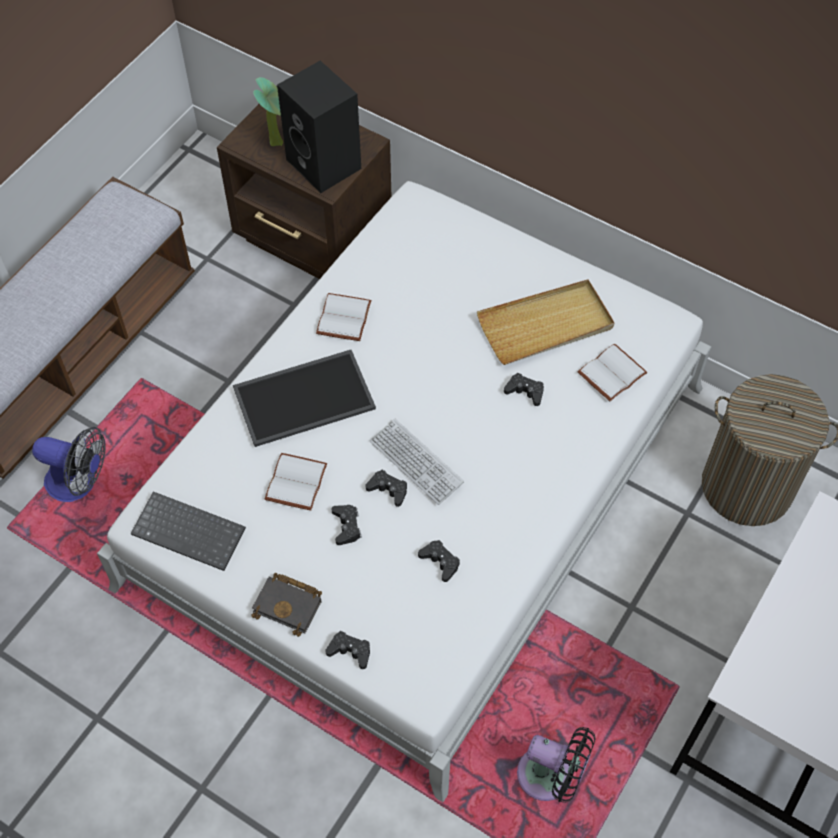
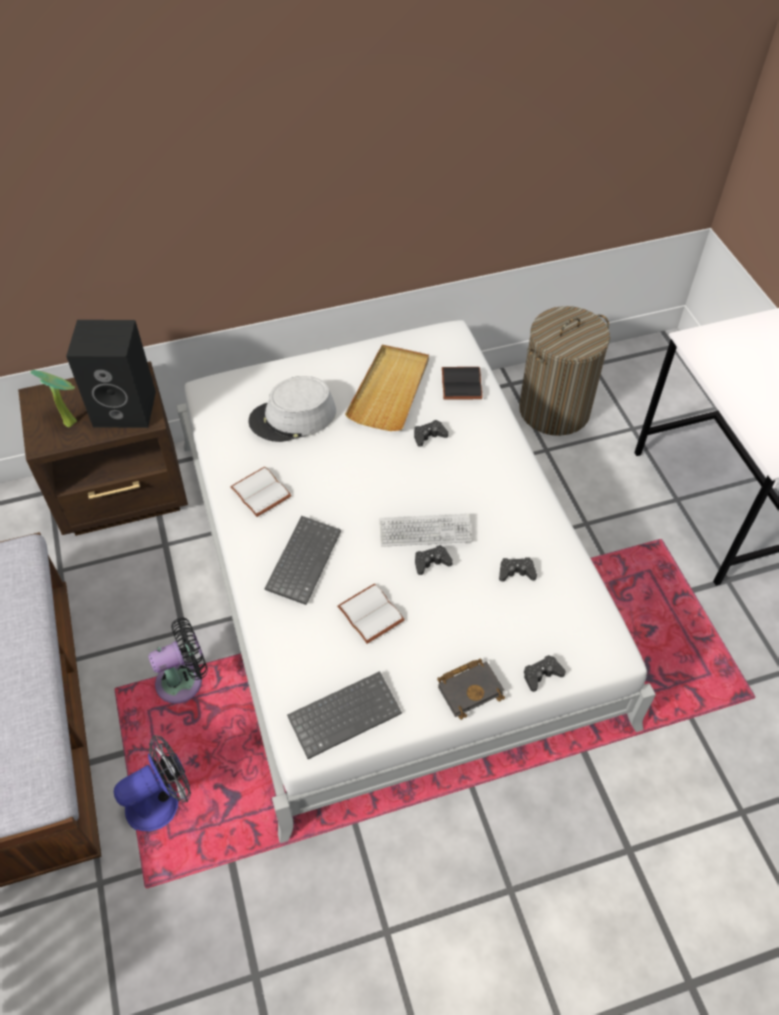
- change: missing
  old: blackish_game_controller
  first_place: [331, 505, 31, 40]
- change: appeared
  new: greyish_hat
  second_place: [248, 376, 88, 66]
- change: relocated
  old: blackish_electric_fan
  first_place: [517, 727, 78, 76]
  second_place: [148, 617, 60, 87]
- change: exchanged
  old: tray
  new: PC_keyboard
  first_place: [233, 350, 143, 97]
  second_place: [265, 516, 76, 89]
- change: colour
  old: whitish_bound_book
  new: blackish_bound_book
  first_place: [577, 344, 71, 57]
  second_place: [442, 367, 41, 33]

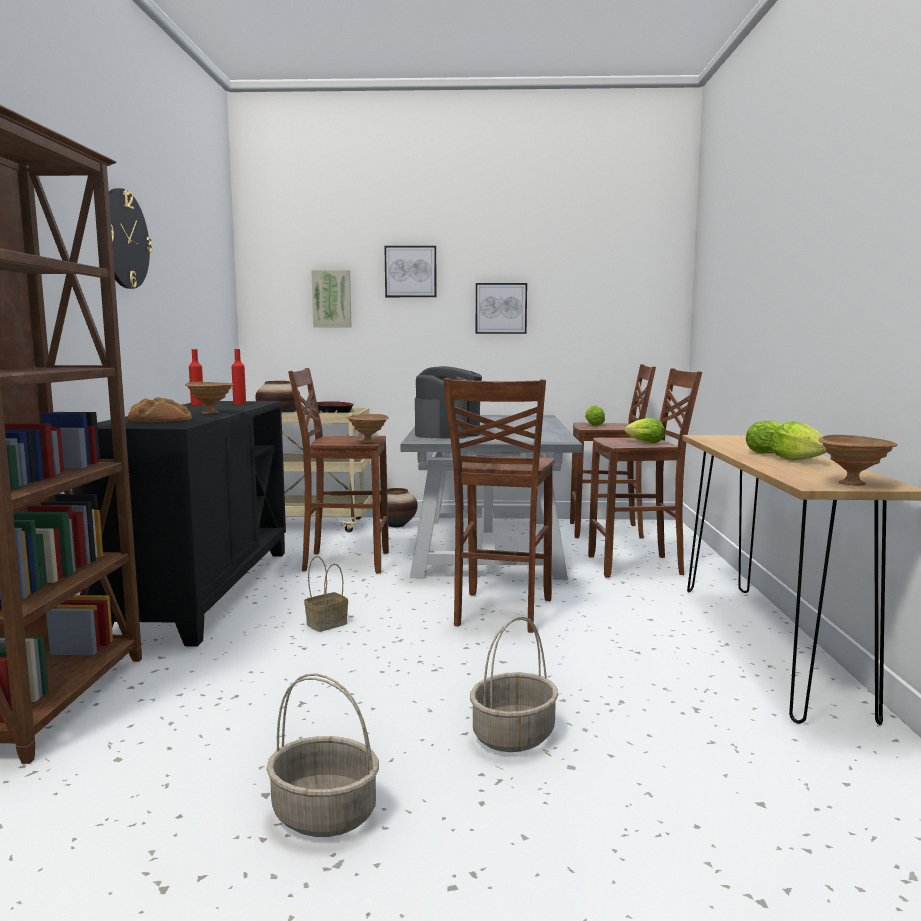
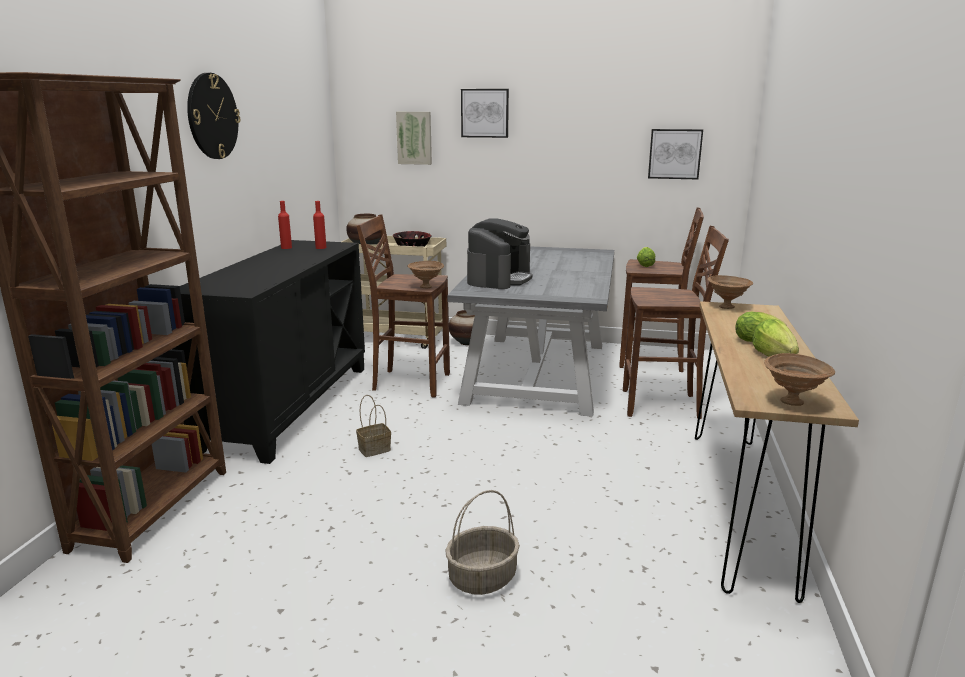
- change: missing
  old: bakery_bread
  first_place: [128, 397, 64, 25]
- change: missing
  old: storage_basket
  first_place: [266, 673, 113, 164]
- change: missing
  old: brown_sitting_stool
  first_place: [443, 378, 112, 255]
- change: missing
  old: lettuce
  first_place: [624, 418, 41, 26]
- change: relocated
  old: brown_serving_bowl
  first_place: [185, 382, 49, 32]
  second_place: [708, 275, 45, 34]
- change: relocated
  old: picture
  first_place: [476, 283, 51, 51]
  second_place: [648, 129, 55, 50]

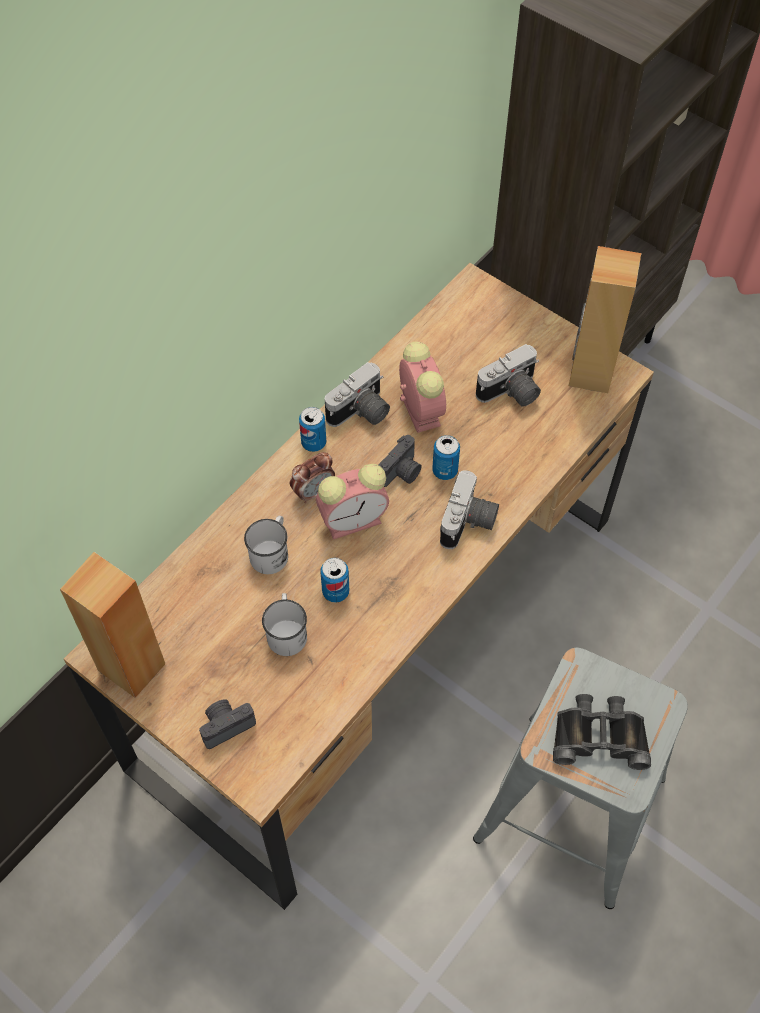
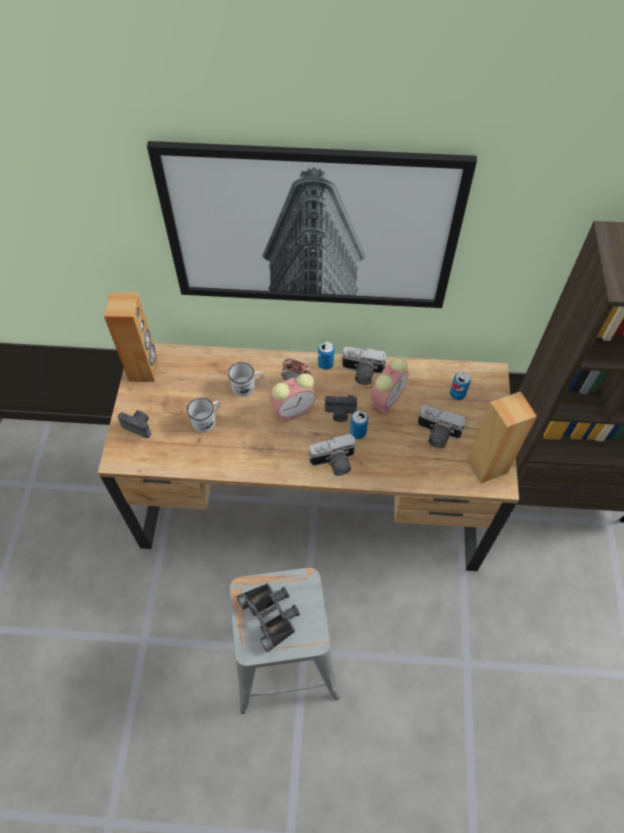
- change: appeared
  new: picture
  second_place: [147, 141, 330, 167]
- change: relocated
  old: sealed_can
  first_place: [320, 558, 29, 45]
  second_place: [450, 372, 21, 28]
- change: spun
  old: alarm_clock
  first_place: [316, 464, 73, 76]
  second_place: [270, 373, 46, 50]
  degrees: -60

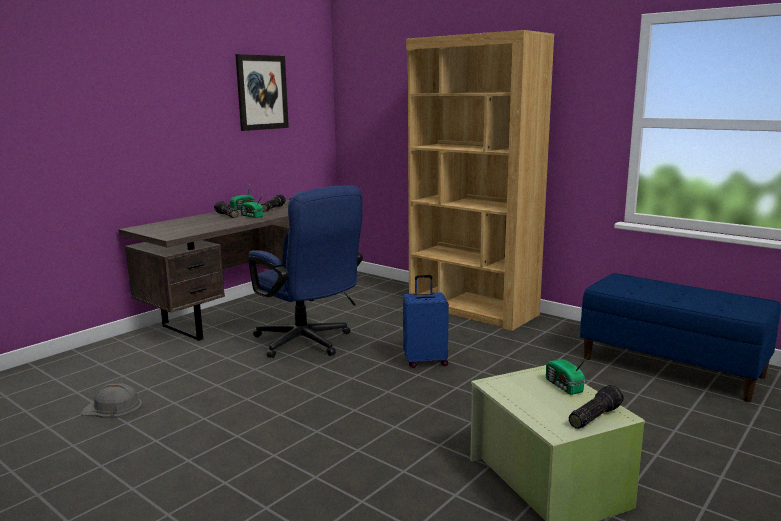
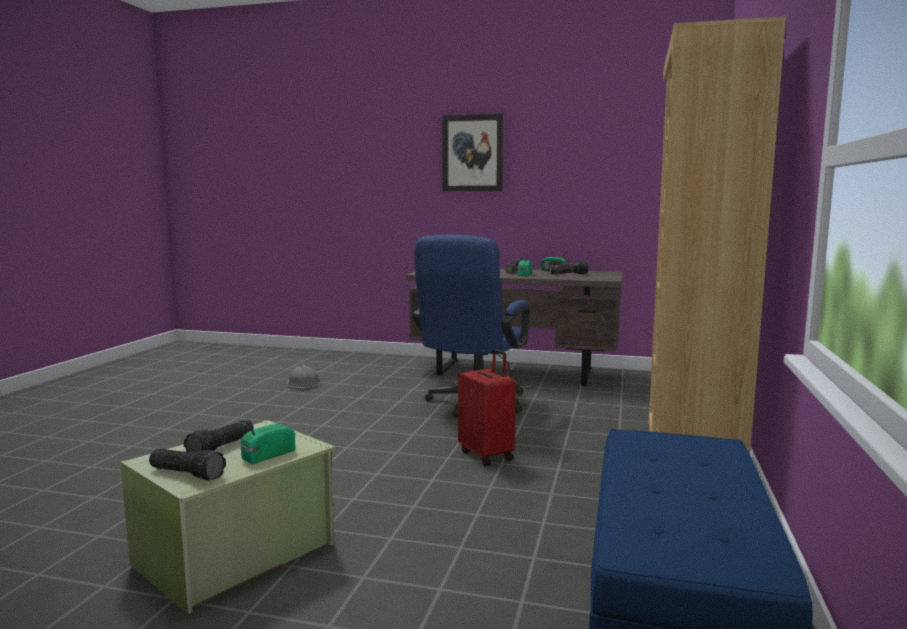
- change: appeared
  new: flashlight
  second_place: [184, 420, 70, 33]
- change: relocated
  old: picture
  first_place: [235, 54, 54, 77]
  second_place: [442, 114, 62, 77]
- change: colour
  old: bluish_piece_of_luggage
  new: red_piece_of_luggage
  first_place: [403, 275, 46, 93]
  second_place: [458, 349, 58, 117]

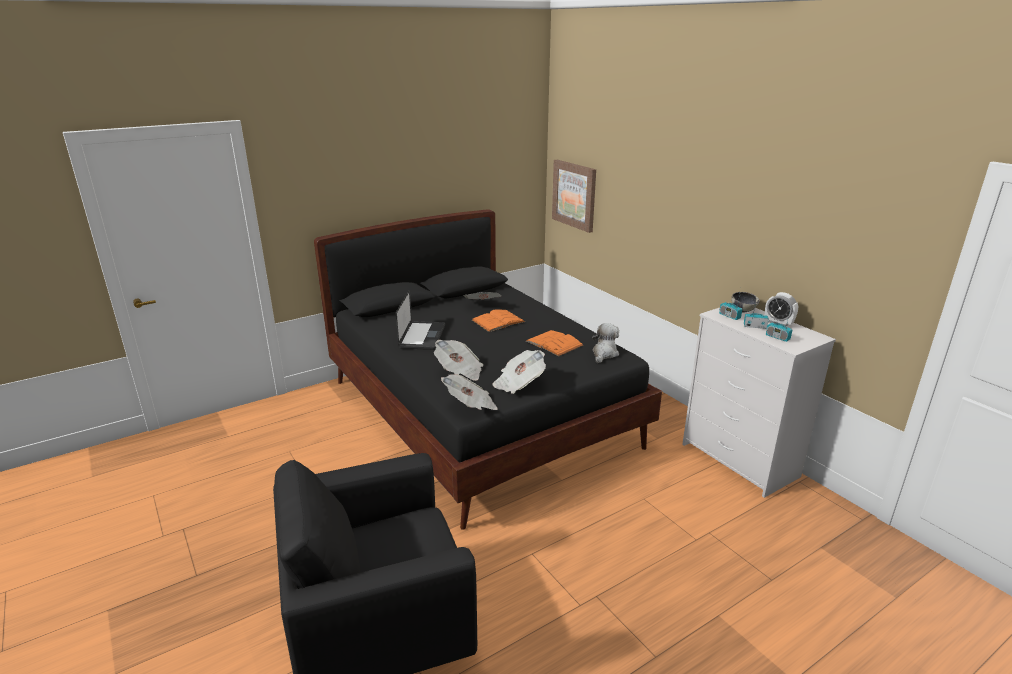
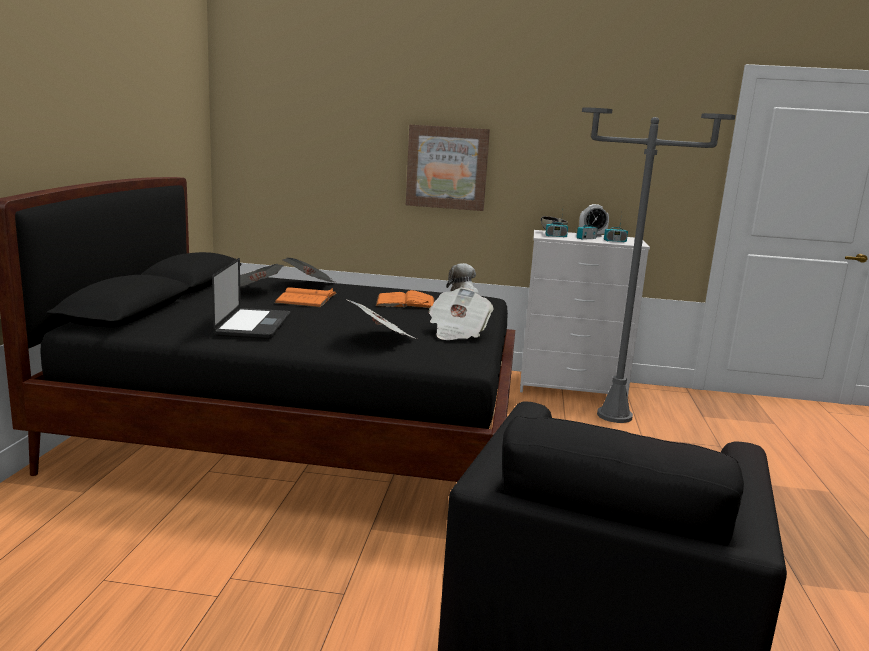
- change: appeared
  new: greyish_standard_lamp
  second_place: [582, 107, 153, 316]
- change: relocated
  old: newspaper
  first_place: [441, 374, 57, 36]
  second_place: [282, 258, 53, 24]
- change: relocated
  old: picture
  first_place: [552, 160, 44, 73]
  second_place: [406, 124, 84, 87]
- change: spun
  old: portable_computer
  first_place: [396, 290, 49, 60]
  second_place: [212, 258, 79, 81]
  degrees: 45

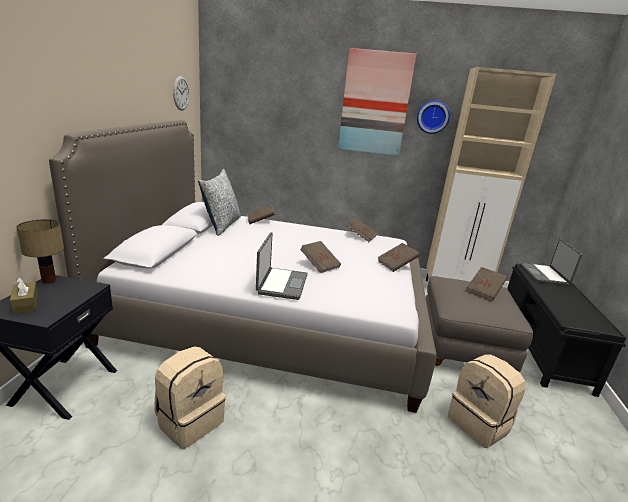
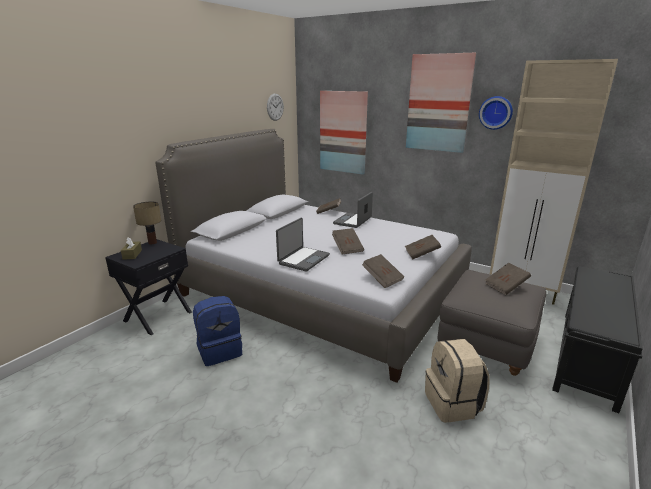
- change: missing
  old: cushion
  first_place: [198, 169, 43, 67]
- change: appeared
  new: picture
  second_place: [320, 91, 48, 84]
- change: relocated
  old: brown_bound_book
  first_place: [347, 218, 30, 24]
  second_place: [362, 254, 42, 34]
- change: relocated
  old: portable_computer
  first_place: [520, 239, 62, 47]
  second_place: [333, 192, 40, 36]
- change: colour
  old: beige-coloured_rucksack
  new: bluish_rucksack
  first_place: [155, 346, 71, 103]
  second_place: [193, 296, 49, 70]

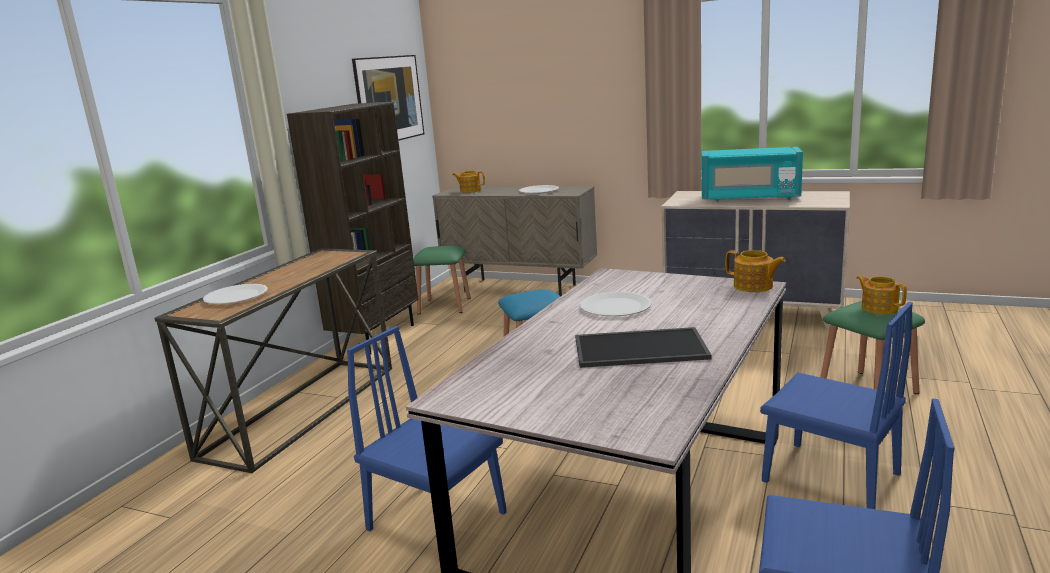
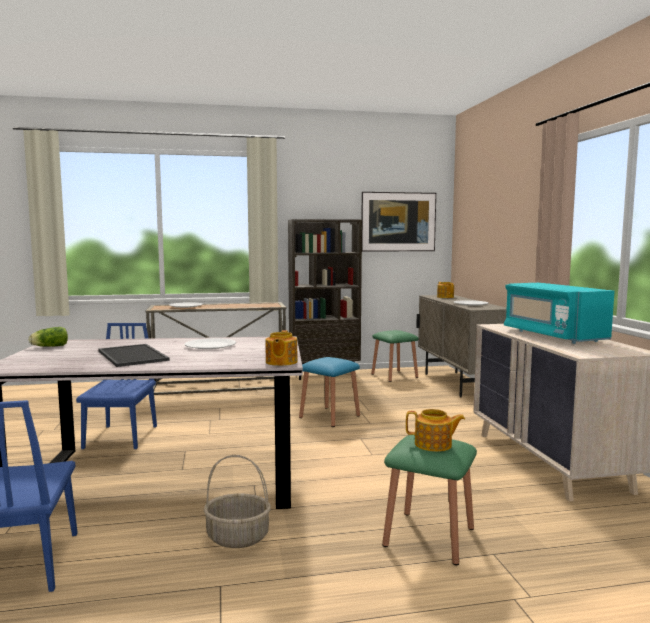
- change: appeared
  new: lettuce
  second_place: [29, 327, 39, 20]
- change: exchanged
  old: bluish_chair
  new: storage_basket
  first_place: [760, 302, 153, 207]
  second_place: [203, 455, 68, 93]
- change: spun
  old: pot_for_tea
  first_place: [856, 275, 51, 39]
  second_place: [406, 409, 59, 43]
  degrees: 75

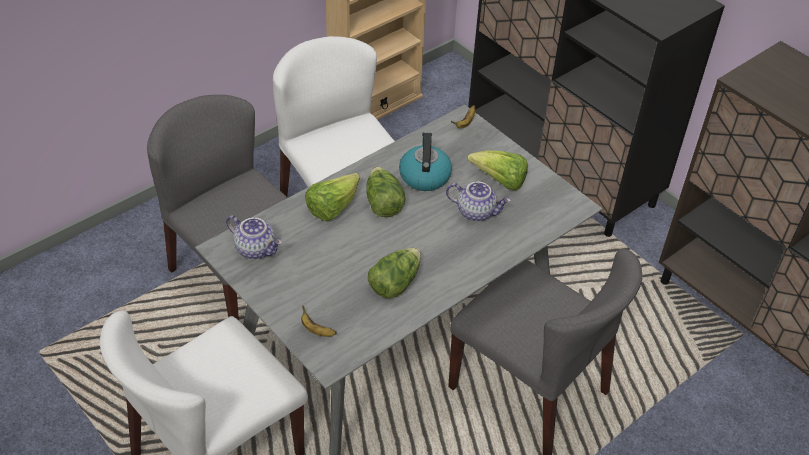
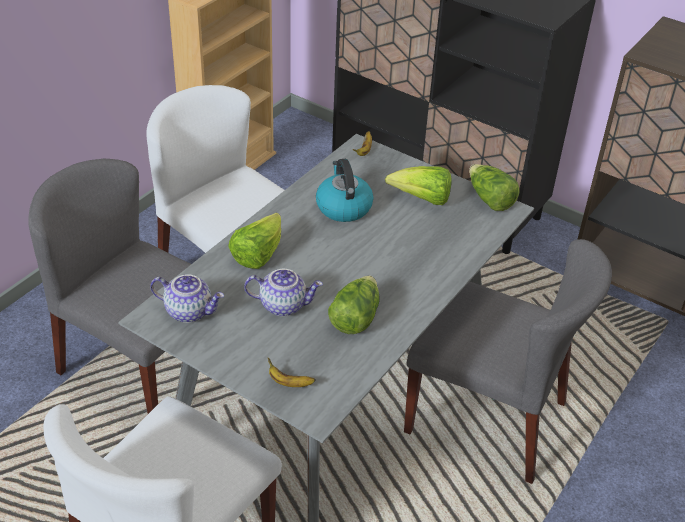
- change: relocated
  old: lettuce
  first_place: [366, 166, 39, 51]
  second_place: [469, 164, 51, 47]
- change: relocated
  old: pot_for_tea
  first_place: [446, 182, 65, 40]
  second_place: [244, 269, 79, 47]

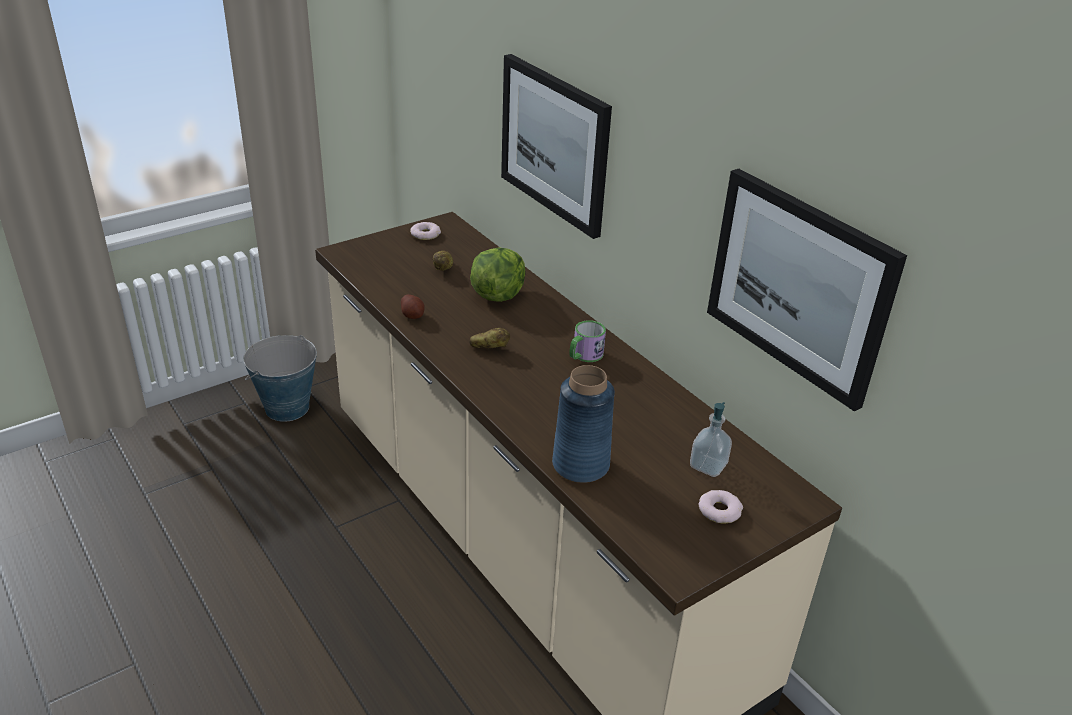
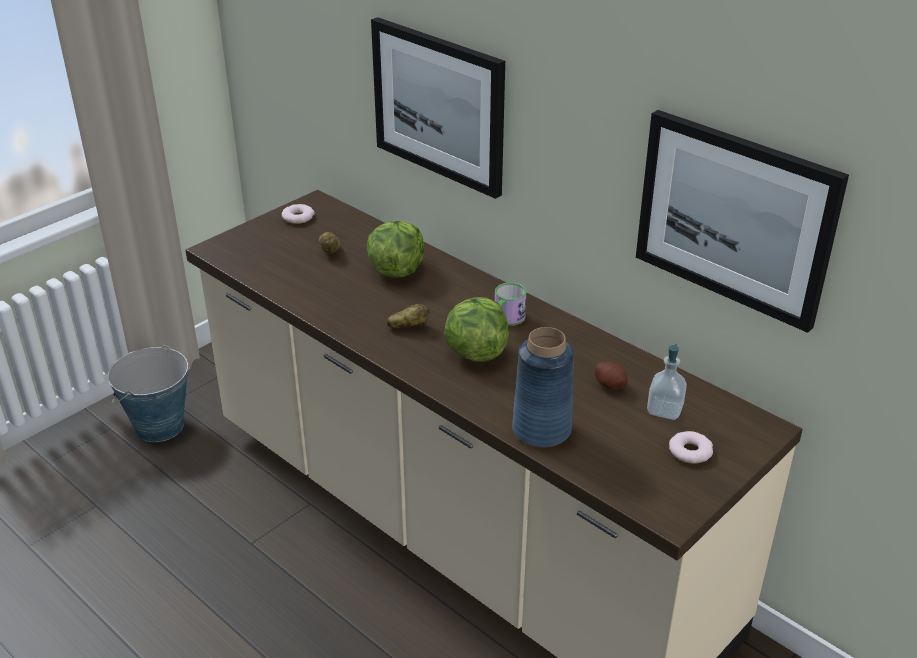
- change: appeared
  new: lettuce
  second_place: [444, 297, 65, 65]
- change: relocated
  old: whole_potato
  first_place: [401, 294, 24, 25]
  second_place: [595, 361, 33, 29]

